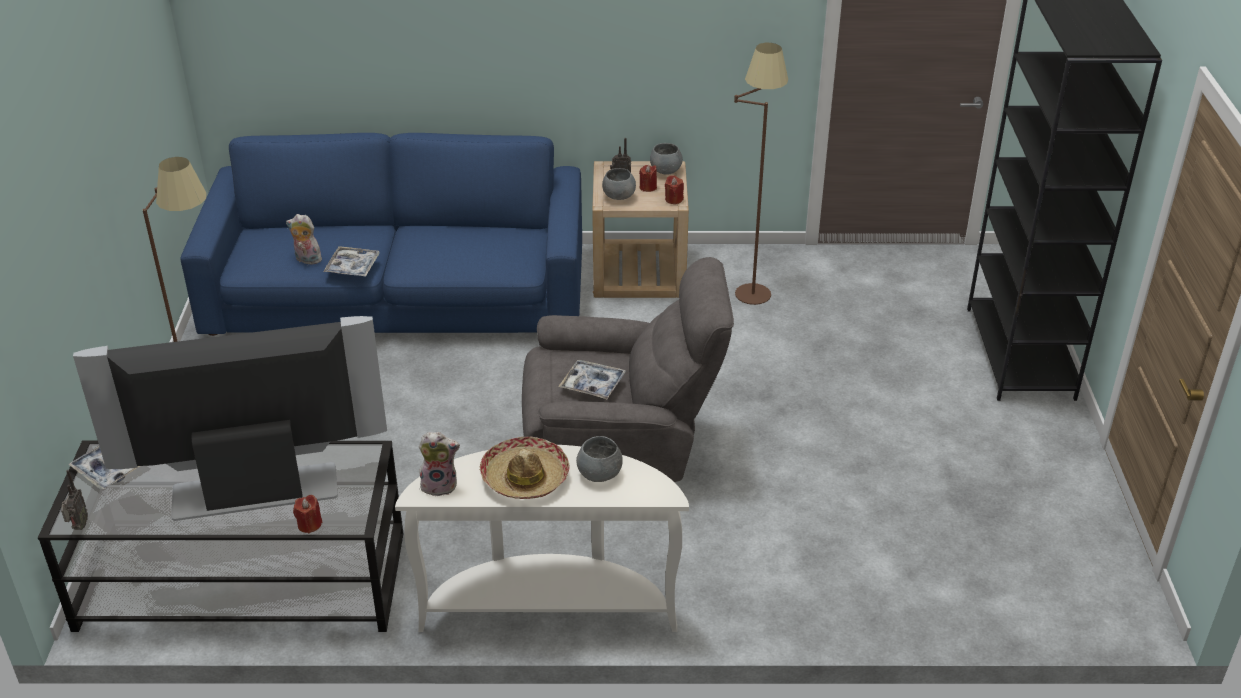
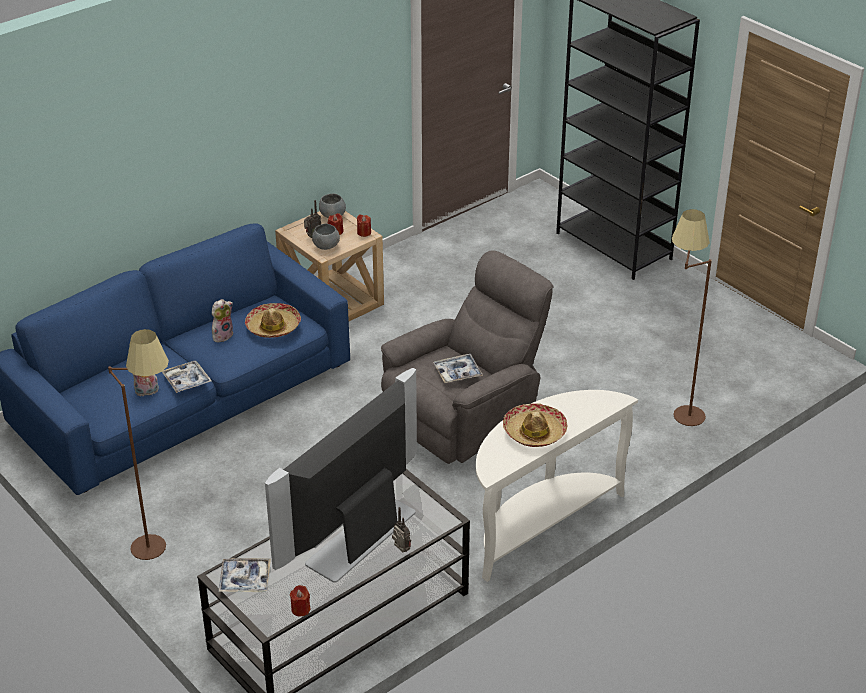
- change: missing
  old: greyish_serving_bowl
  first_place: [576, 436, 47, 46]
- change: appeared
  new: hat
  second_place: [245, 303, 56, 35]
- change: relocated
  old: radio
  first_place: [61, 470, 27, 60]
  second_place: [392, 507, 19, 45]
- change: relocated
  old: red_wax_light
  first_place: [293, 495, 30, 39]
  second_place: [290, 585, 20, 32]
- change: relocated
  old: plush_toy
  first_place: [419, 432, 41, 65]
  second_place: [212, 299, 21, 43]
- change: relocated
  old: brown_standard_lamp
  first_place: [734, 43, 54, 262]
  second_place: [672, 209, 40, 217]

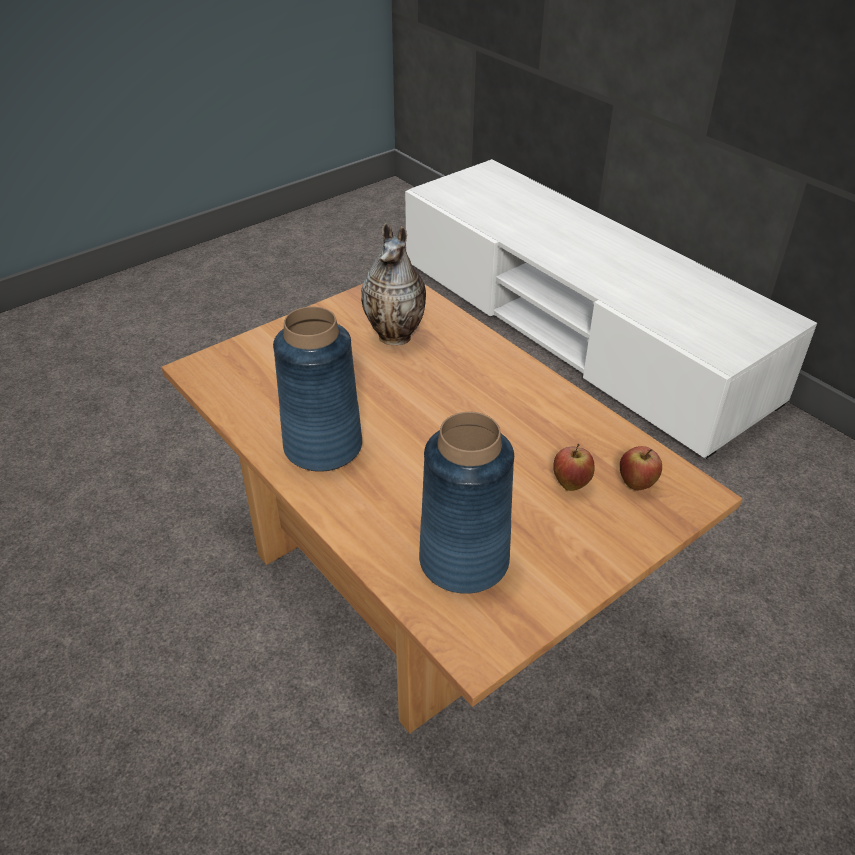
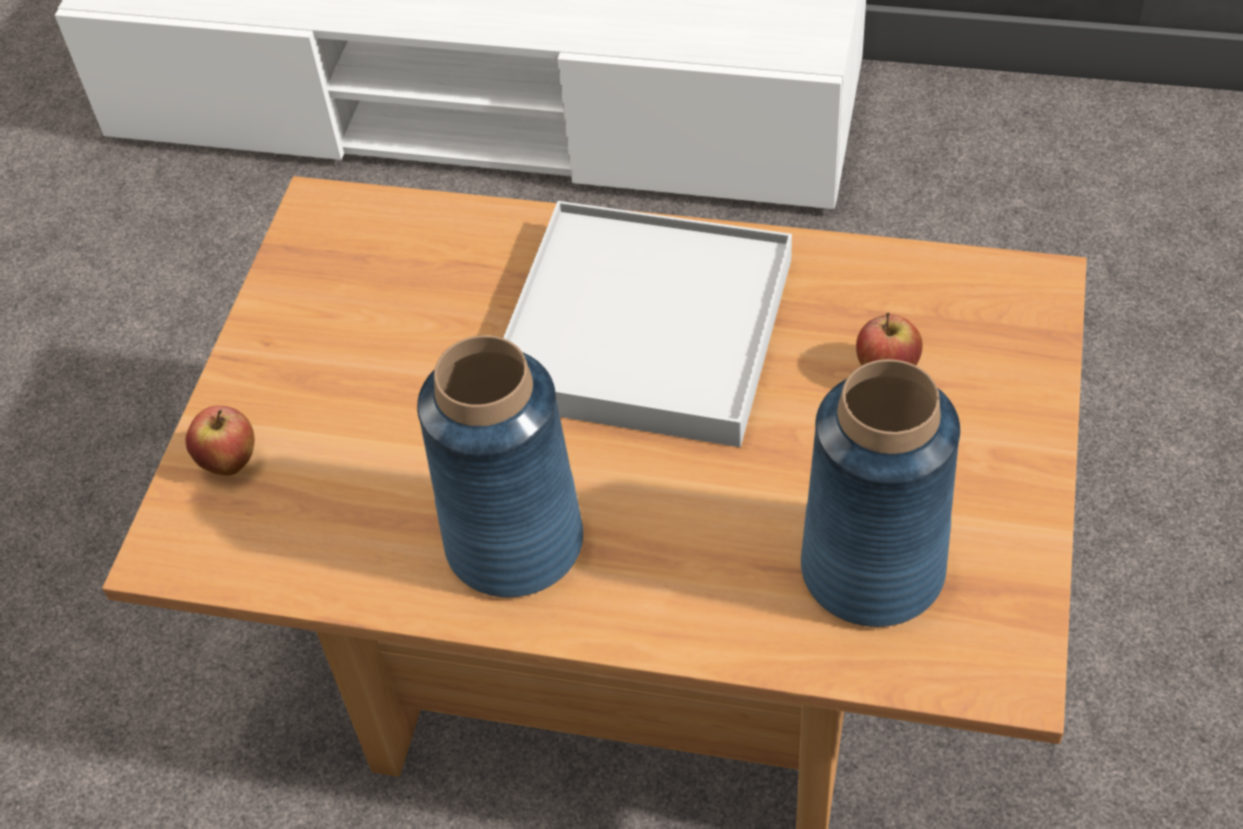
- change: missing
  old: vase
  first_place: [361, 223, 65, 122]
- change: appeared
  new: whitish_tray
  second_place: [503, 201, 289, 246]
- change: relocated
  old: whole_apple
  first_place: [620, 446, 42, 45]
  second_place: [186, 406, 69, 70]

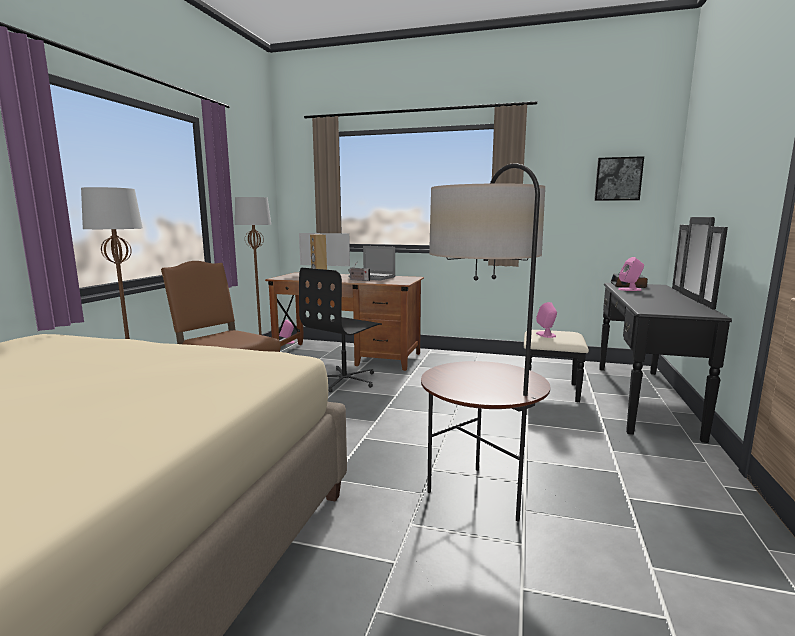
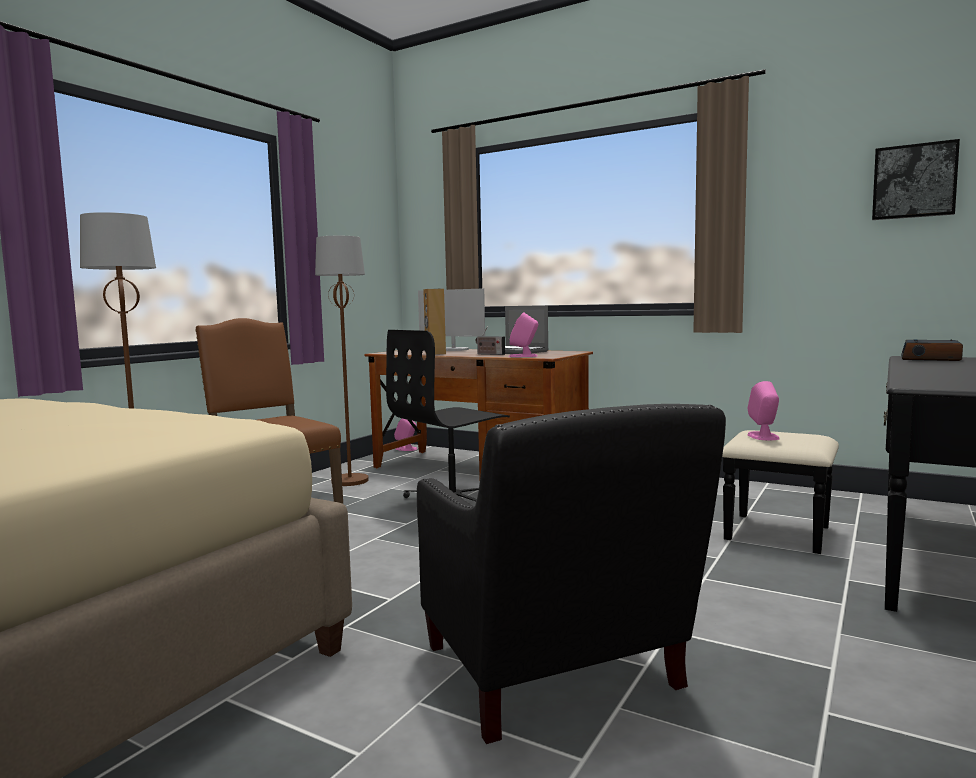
- change: relocated
  old: pink_audio_speaker
  first_place: [618, 257, 26, 34]
  second_place: [509, 312, 29, 45]
- change: exchanged
  old: standard_lamp
  new: blackish_easy_chair
  first_place: [421, 163, 129, 359]
  second_place: [417, 404, 309, 340]

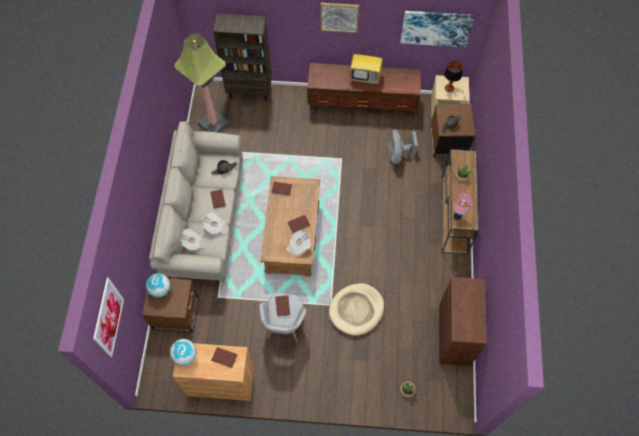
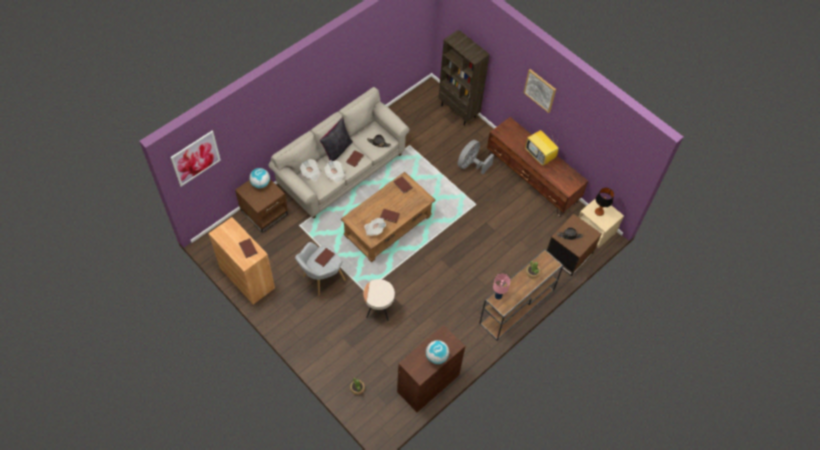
- change: missing
  old: standard_lamp
  first_place: [174, 33, 55, 100]
- change: missing
  old: picture
  first_place: [400, 11, 75, 36]
- change: appeared
  new: blackish_cushion
  second_place: [320, 117, 33, 44]
- change: relocated
  old: world_globe
  first_place: [170, 339, 27, 27]
  second_place: [426, 340, 23, 24]
- change: relocated
  old: greyish_electric_fan
  first_place: [388, 129, 30, 35]
  second_place: [457, 140, 37, 34]
- change: exchanged
  old: beige-coloured_dog_cushion
  new: beige-coloured_side_table
  first_place: [329, 283, 55, 53]
  second_place: [363, 279, 32, 42]

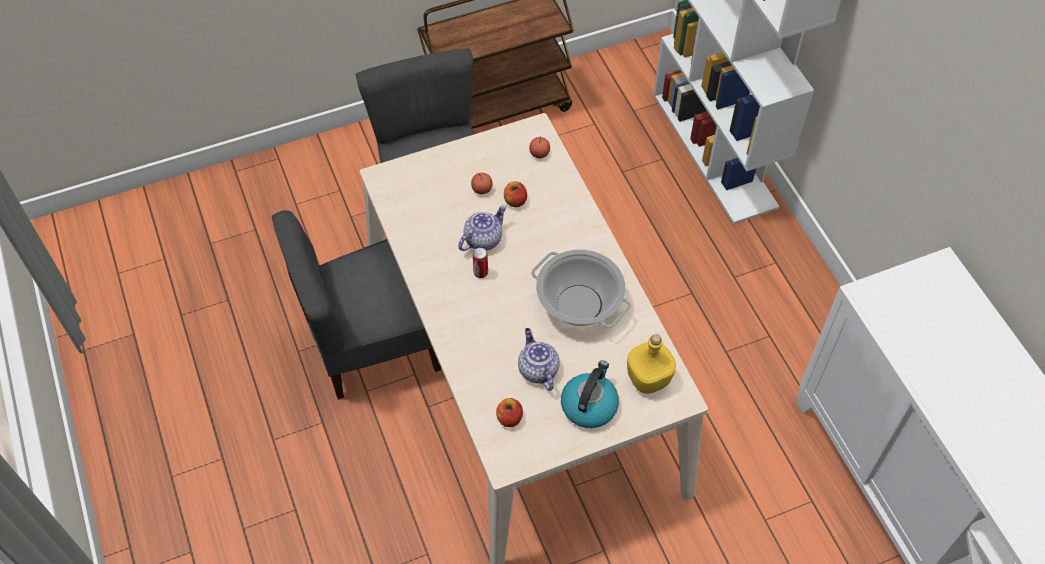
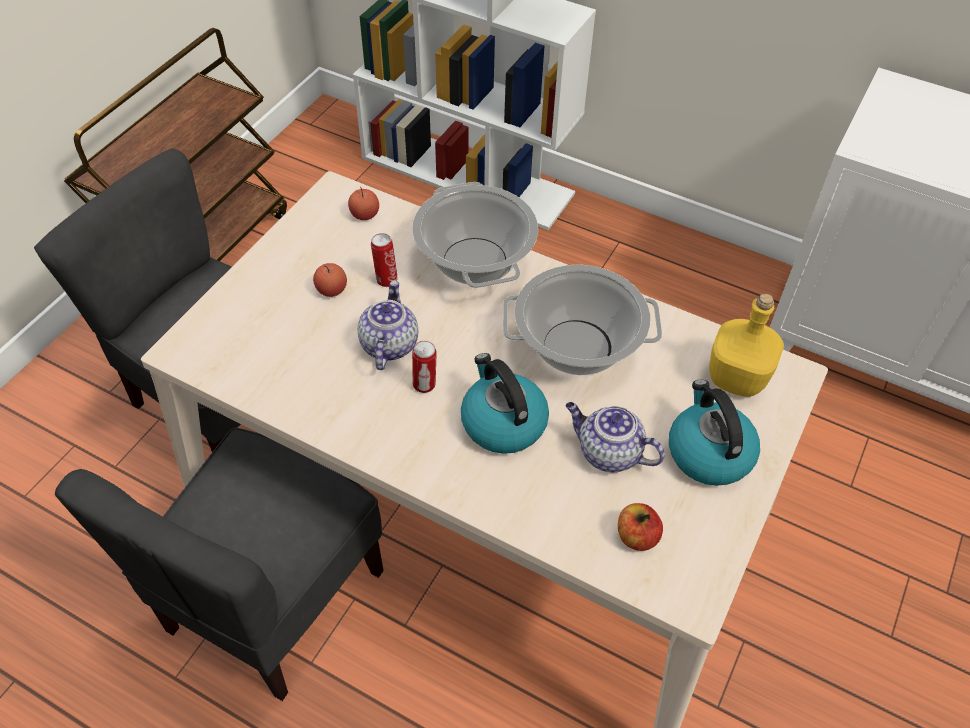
- change: appeared
  new: saucepot
  second_place: [412, 182, 126, 106]
- change: appeared
  new: tea_kettle
  second_place: [461, 353, 88, 101]
- change: exchanged
  old: whole_apple
  new: sealed_can
  first_place: [504, 181, 23, 26]
  second_place: [371, 233, 27, 54]

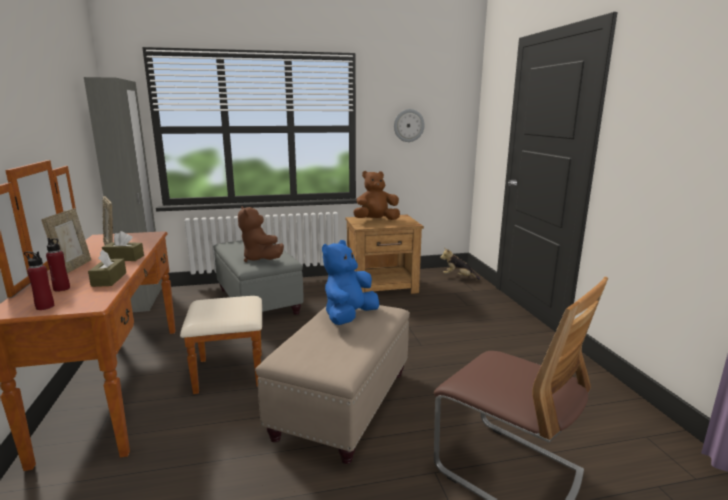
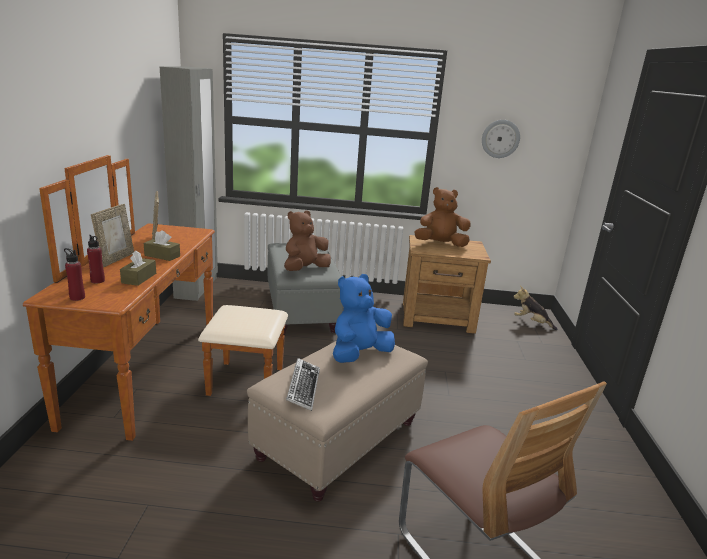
- change: appeared
  new: PC_keyboard
  second_place: [286, 358, 34, 53]
- change: spun
  old: brown_plush_toy
  first_place: [238, 206, 46, 56]
  second_place: [284, 210, 47, 61]
  degrees: 60

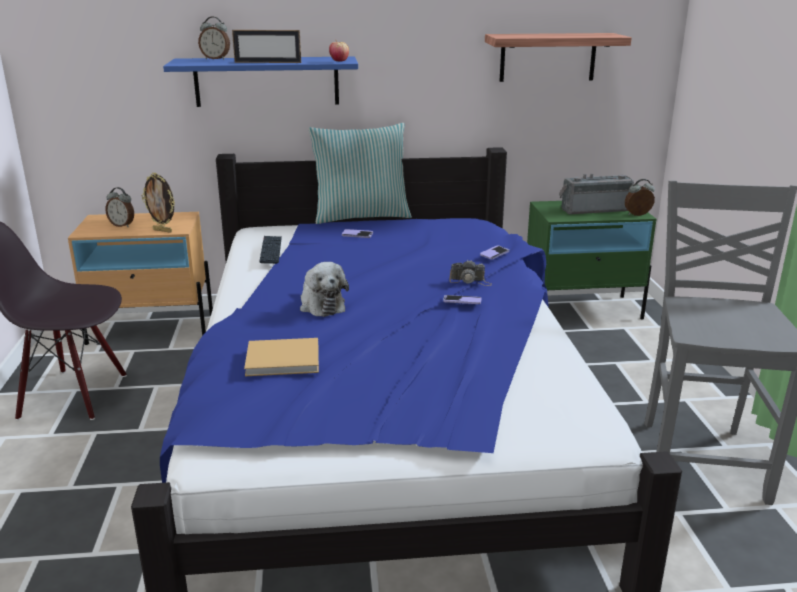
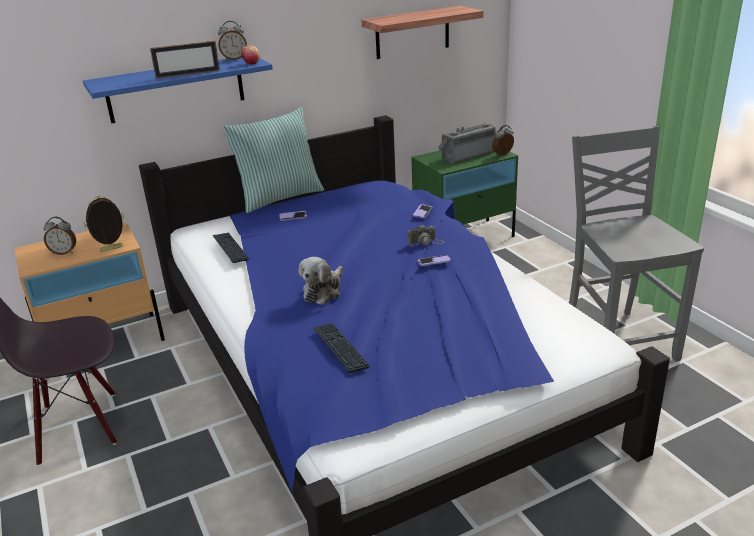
- change: relocated
  old: alarm_clock
  first_place: [198, 16, 32, 43]
  second_place: [218, 21, 29, 39]
- change: exchanged
  old: beige-coloured_bound_book
  new: PC_keyboard
  first_place: [244, 338, 75, 38]
  second_place: [313, 323, 56, 50]
- change: spun
  old: picture_frame
  first_place: [142, 173, 33, 60]
  second_place: [84, 196, 40, 56]
  degrees: 150
- change: spun
  old: plush_toy
  first_place: [300, 262, 49, 55]
  second_place: [299, 257, 44, 48]
  degrees: 75

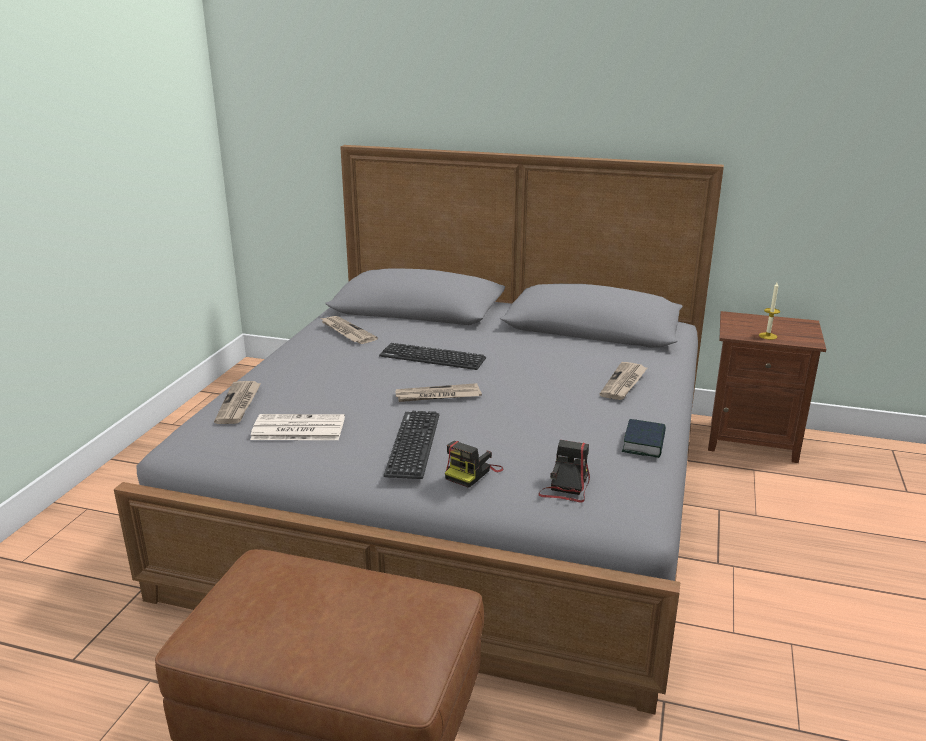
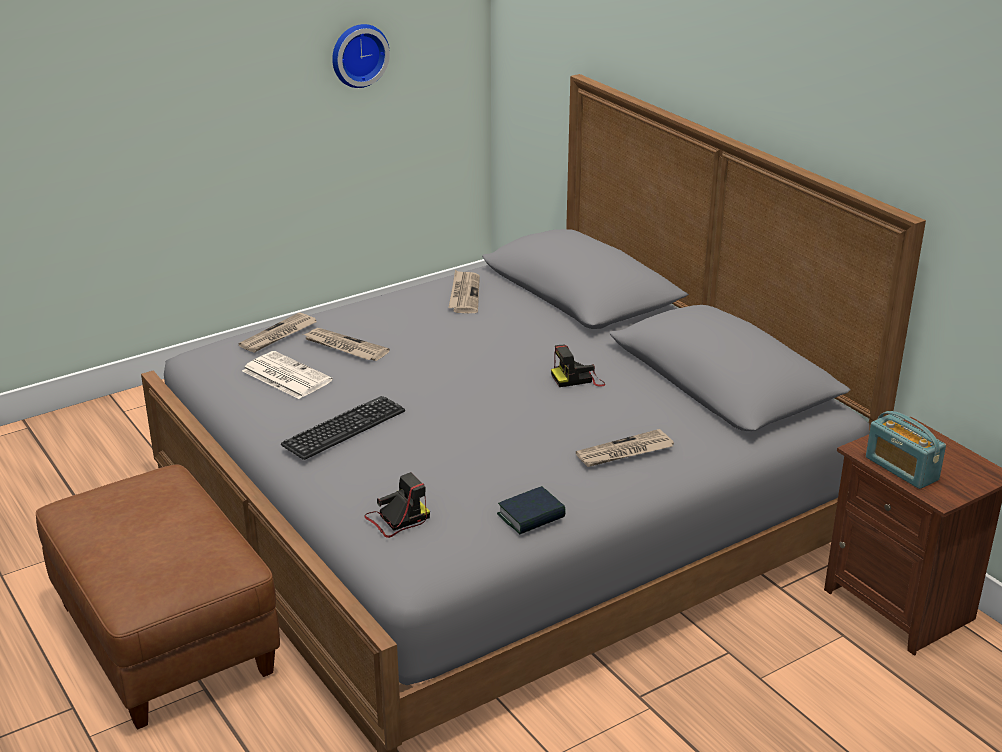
- change: missing
  old: PC_keyboard
  first_place: [379, 343, 107, 27]
- change: appeared
  new: wall_clock
  second_place: [332, 24, 58, 64]
- change: relocated
  old: newspaper
  first_place: [396, 383, 86, 19]
  second_place: [303, 328, 87, 33]
- change: relocated
  old: photo_camera
  first_place: [445, 441, 58, 47]
  second_place: [551, 345, 54, 42]
- change: exchanged
  old: wax_light
  new: radio
  first_place: [759, 282, 21, 58]
  second_place: [866, 411, 80, 78]

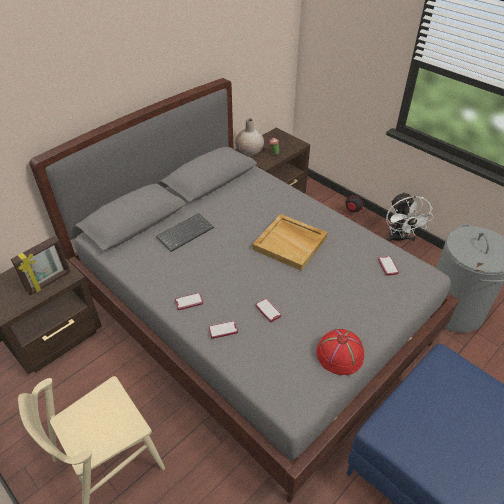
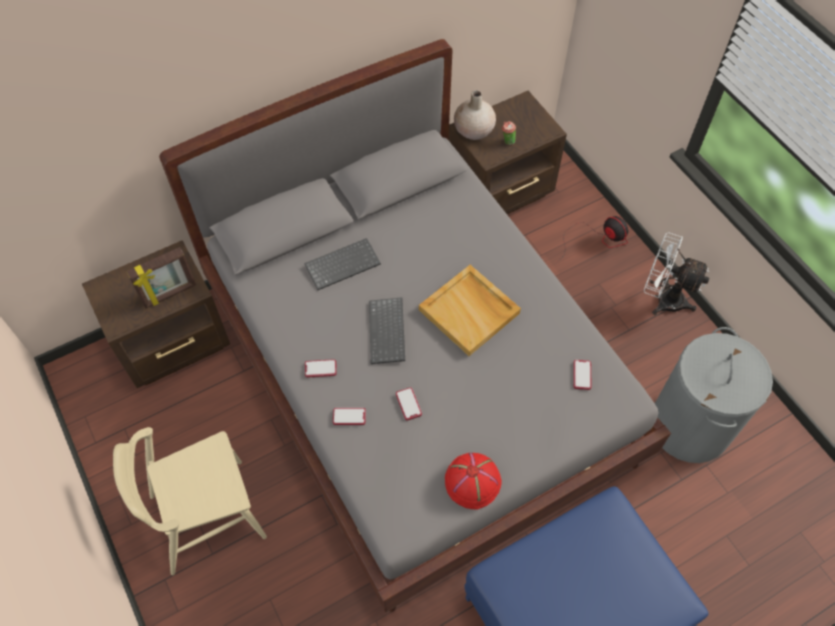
- change: appeared
  new: PC_keyboard
  second_place: [369, 297, 36, 67]
- change: spun
  old: whitish_electric_fan
  first_place: [386, 192, 48, 51]
  second_place: [644, 232, 65, 83]
  degrees: 105

